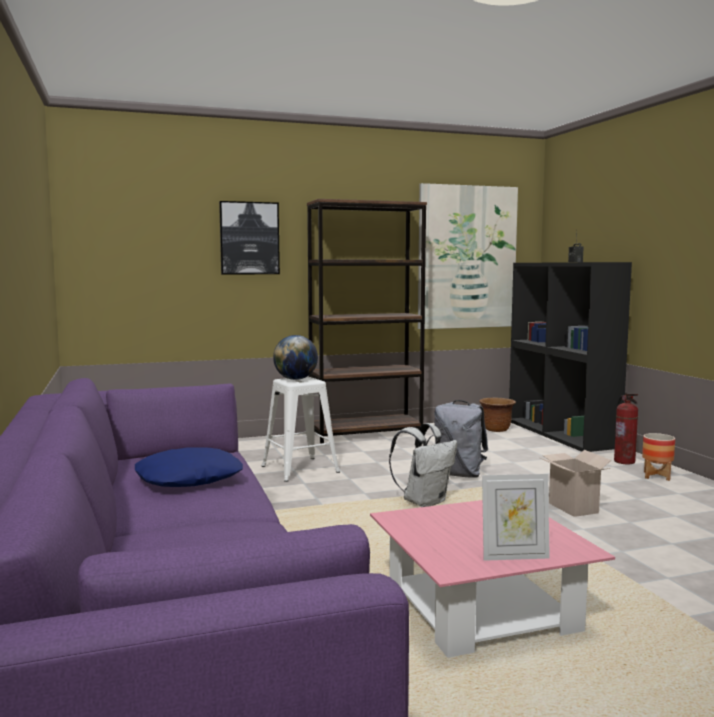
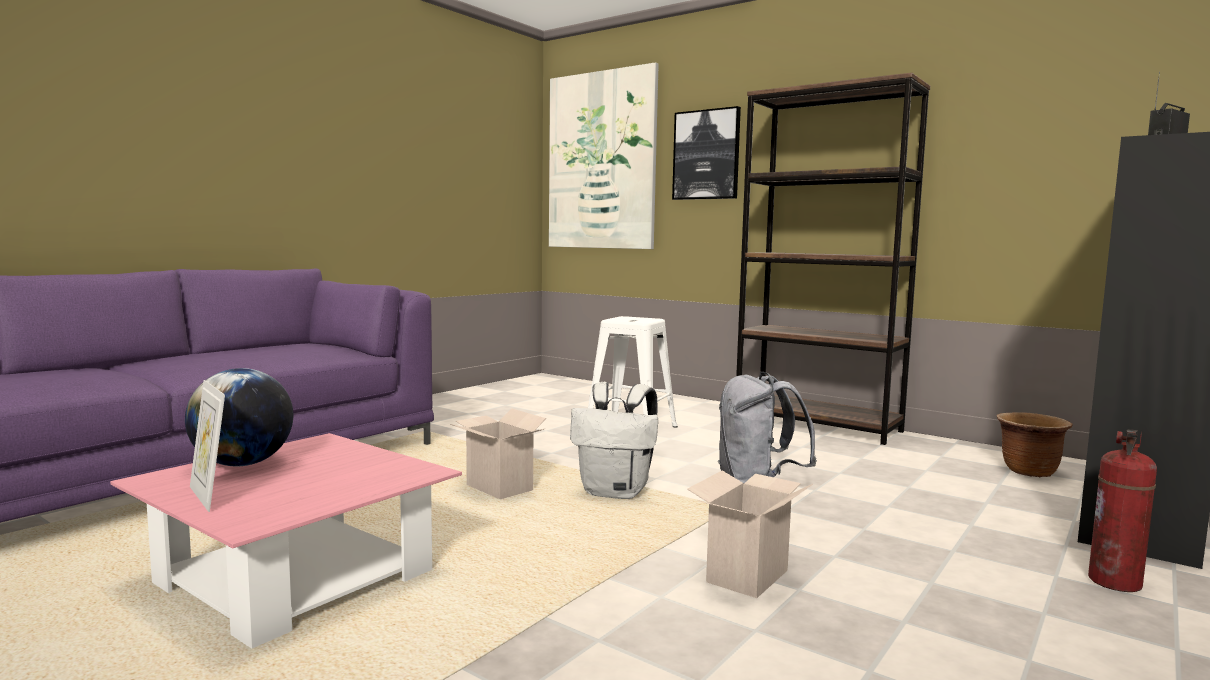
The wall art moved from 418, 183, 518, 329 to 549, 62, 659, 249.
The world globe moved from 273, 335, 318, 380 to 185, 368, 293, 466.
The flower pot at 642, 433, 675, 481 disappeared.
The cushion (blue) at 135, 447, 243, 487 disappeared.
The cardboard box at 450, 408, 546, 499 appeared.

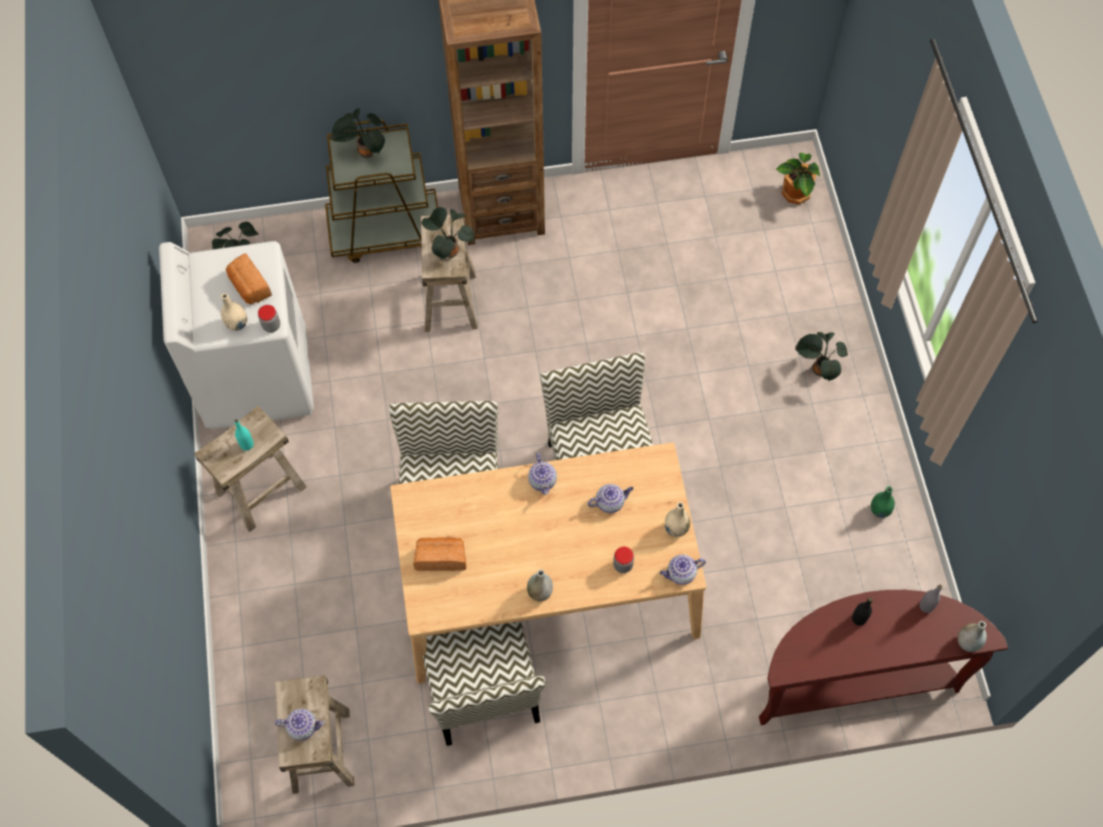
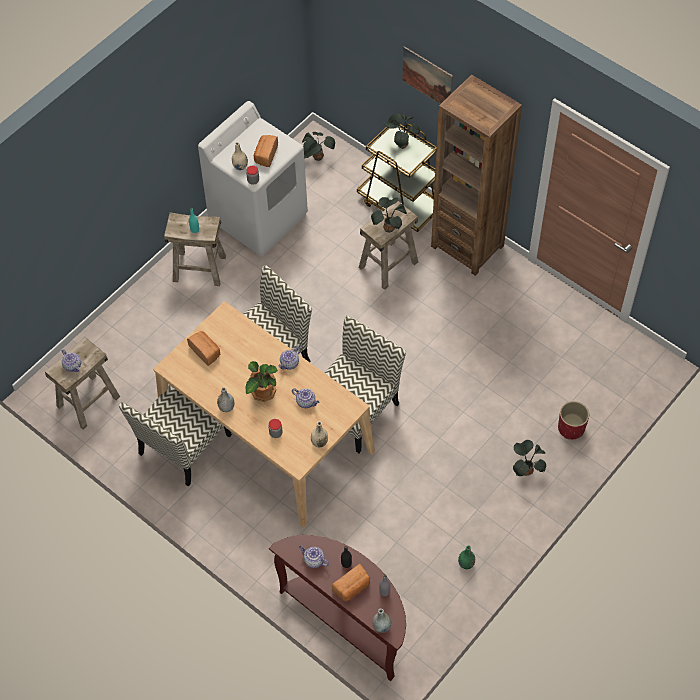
The potted plant moved from 776, 152, 820, 205 to 245, 361, 278, 402.
The teapot moved from 660, 555, 706, 585 to 299, 546, 329, 568.
The wall art at 403, 46, 453, 104 appeared.
The flower pot (reddish) at 558, 401, 589, 440 appeared.
The baked bread at 332, 564, 370, 601 appeared.

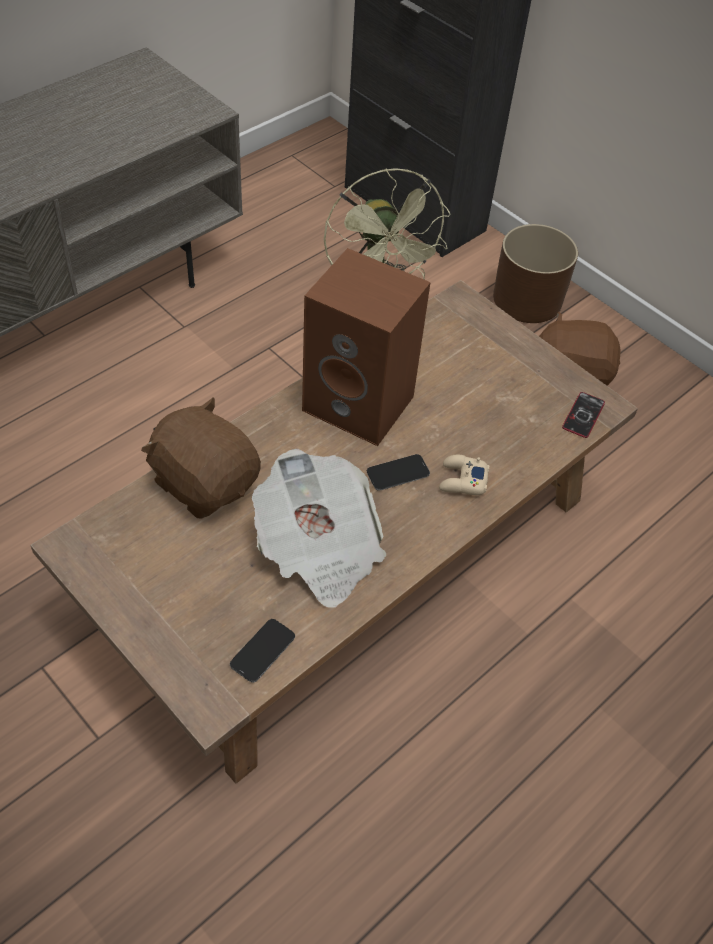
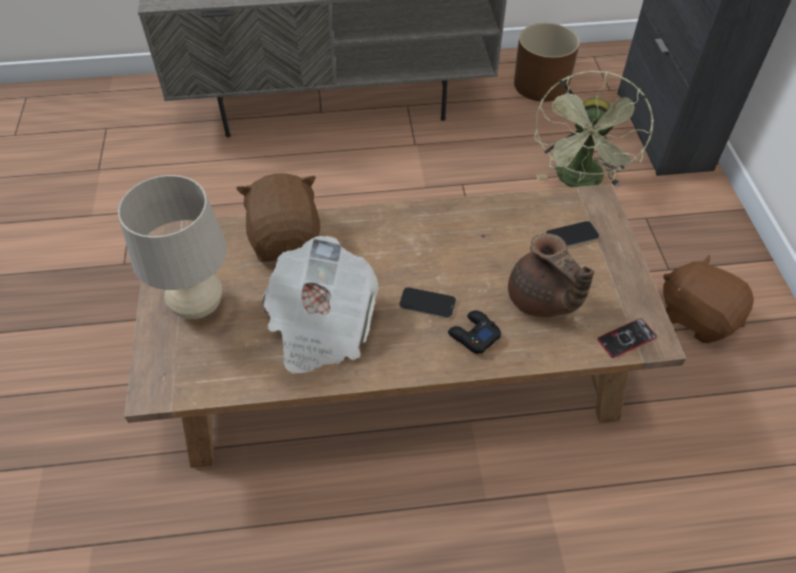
The flower pot (brownish) moved from 493, 224, 578, 323 to 514, 23, 580, 102.
The audio speaker (brownish) at 302, 248, 431, 446 disappeared.
The game controller (beige) at 439, 455, 490, 495 became the game controller (black-coloured) at 448, 310, 501, 354.
The telephone moved from 230, 619, 295, 683 to 546, 221, 599, 247.
The lamp for a table (beige) at 118, 175, 227, 319 appeared.
The teapot (brownish) at 508, 233, 594, 318 appeared.

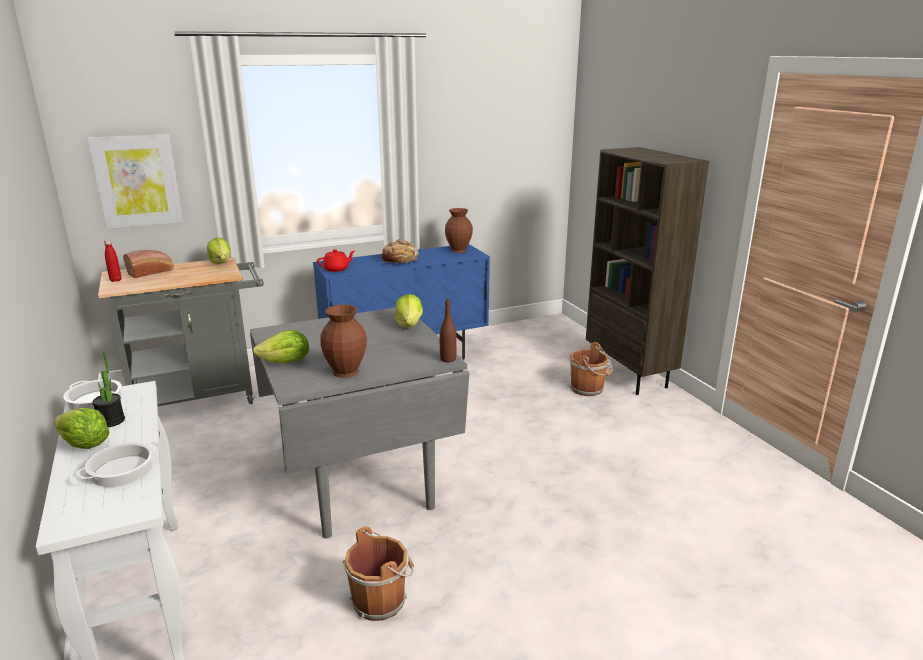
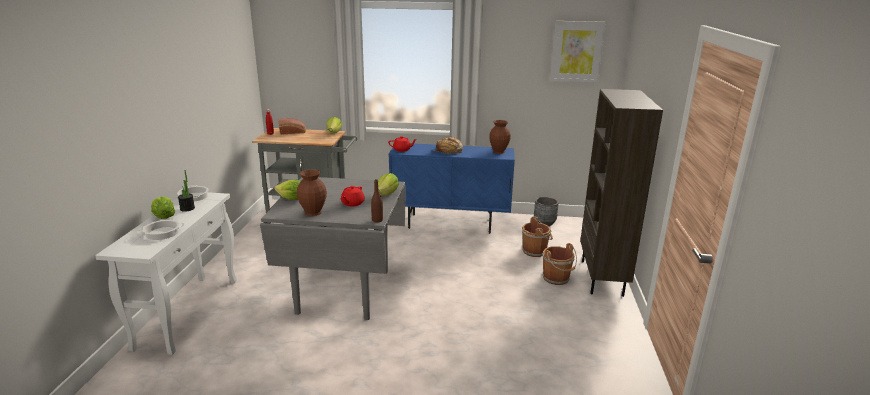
The wall art moved from 88, 134, 183, 229 to 550, 21, 606, 83.
The bucket (brownish) moved from 343, 526, 414, 621 to 522, 217, 553, 257.
The teapot (reddish) at 341, 186, 365, 206 appeared.
The flower pot (greyish) at 534, 197, 559, 226 appeared.

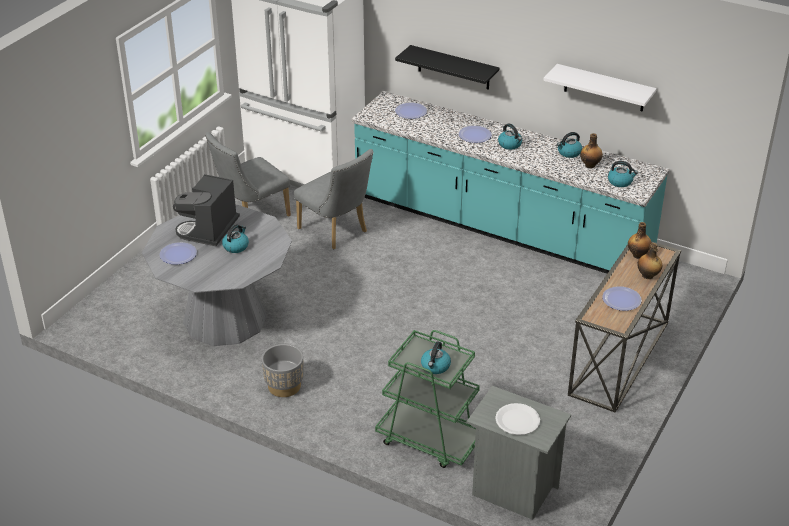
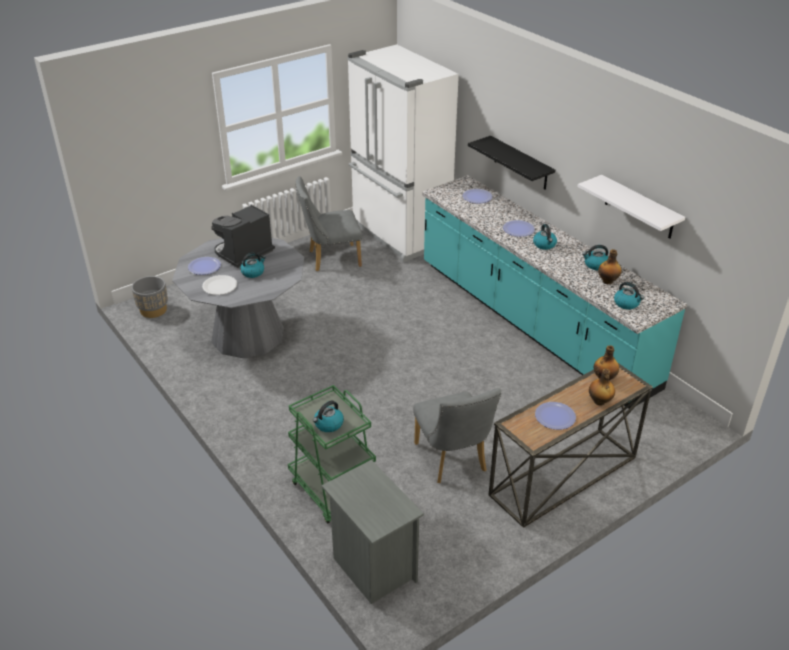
The plain chair (greyish) moved from 294, 149, 374, 249 to 413, 388, 502, 483.
The flower pot (greyish) moved from 262, 344, 304, 397 to 132, 276, 168, 318.
The flat dish (white) moved from 495, 403, 540, 435 to 202, 275, 237, 295.

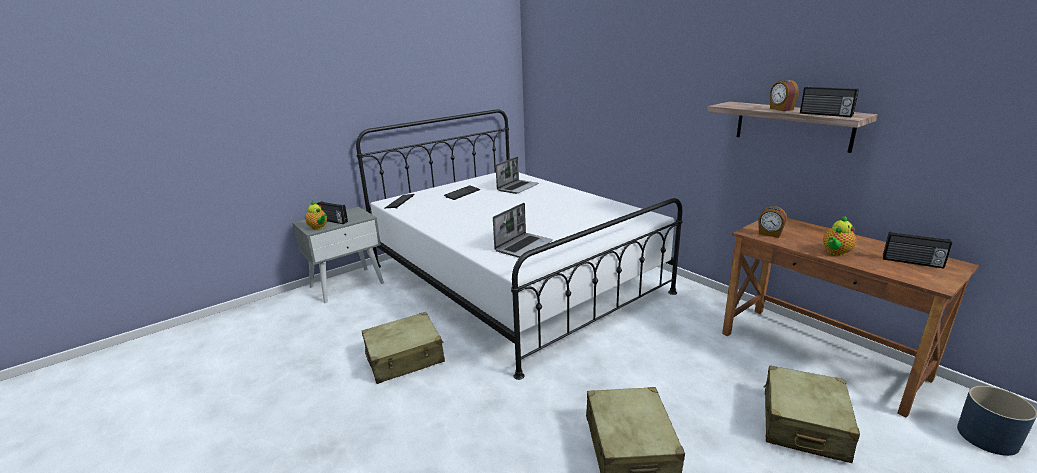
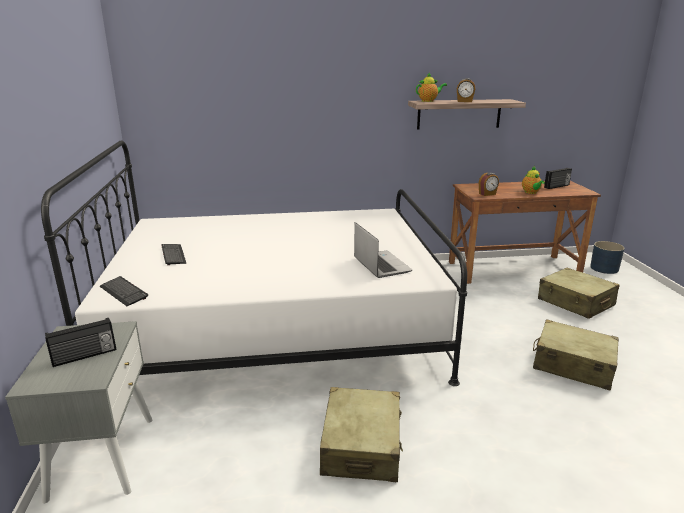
The radio set at 800, 87, 859, 117 disappeared.
The laptop at 496, 157, 539, 194 disappeared.
The teapot moved from 305, 201, 327, 229 to 416, 73, 447, 102.

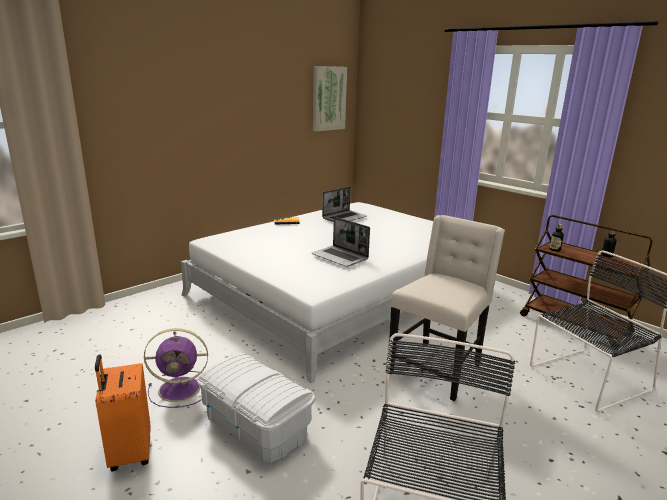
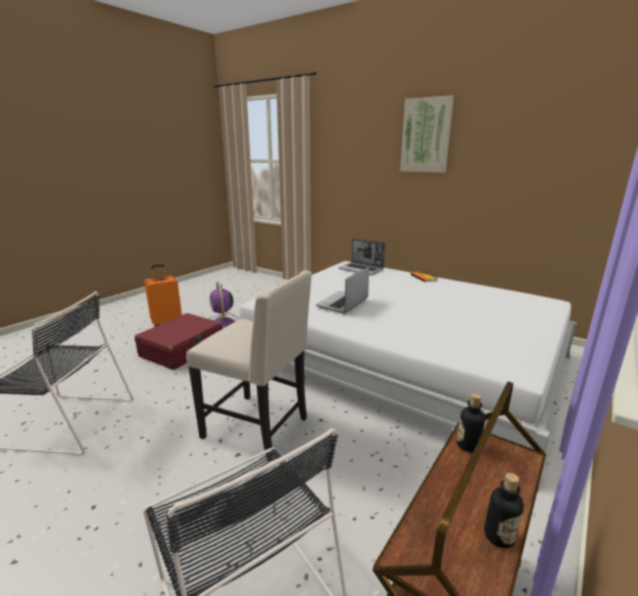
The wall art moved from 313, 66, 347, 132 to 400, 95, 454, 173.
The laptop moved from 322, 187, 367, 222 to 338, 238, 385, 275.
The storage bin (white) at 197, 353, 315, 463 was replaced by the piece of luggage (reddish) at 135, 313, 222, 370.

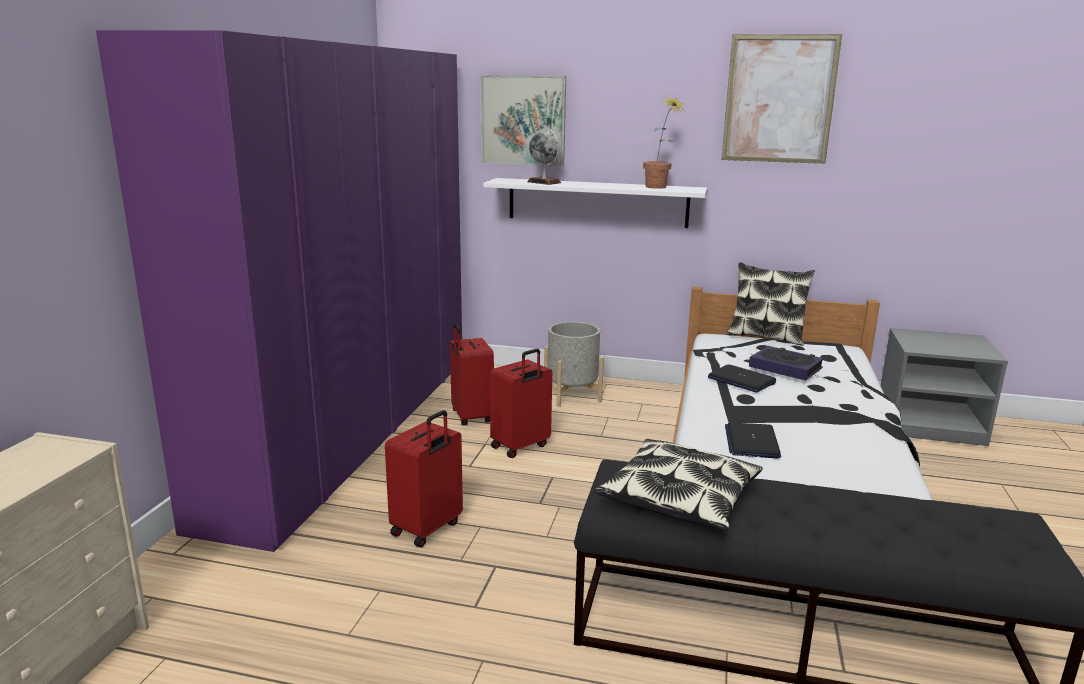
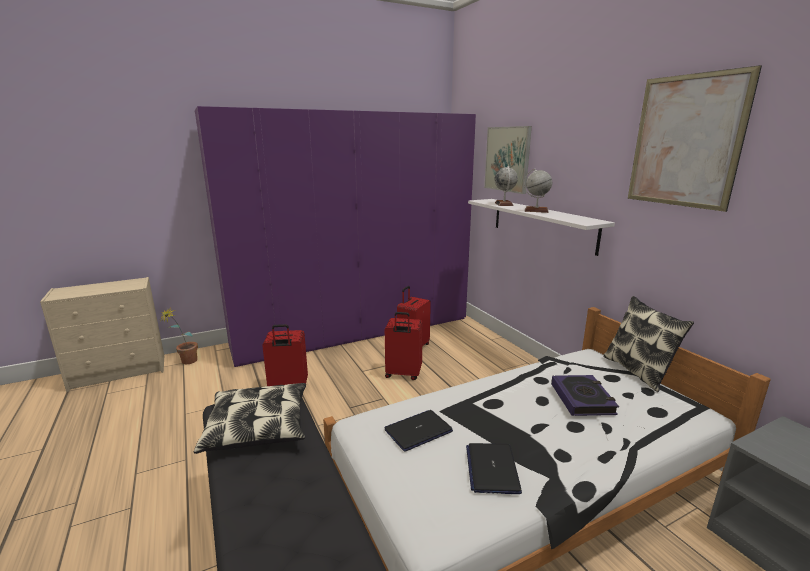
The potted plant moved from 643, 96, 685, 189 to 160, 307, 198, 364.
The flower pot (greyish) at 544, 322, 604, 407 disappeared.
The laptop moved from 708, 365, 776, 393 to 466, 443, 522, 494.
The world globe at 524, 169, 552, 213 appeared.

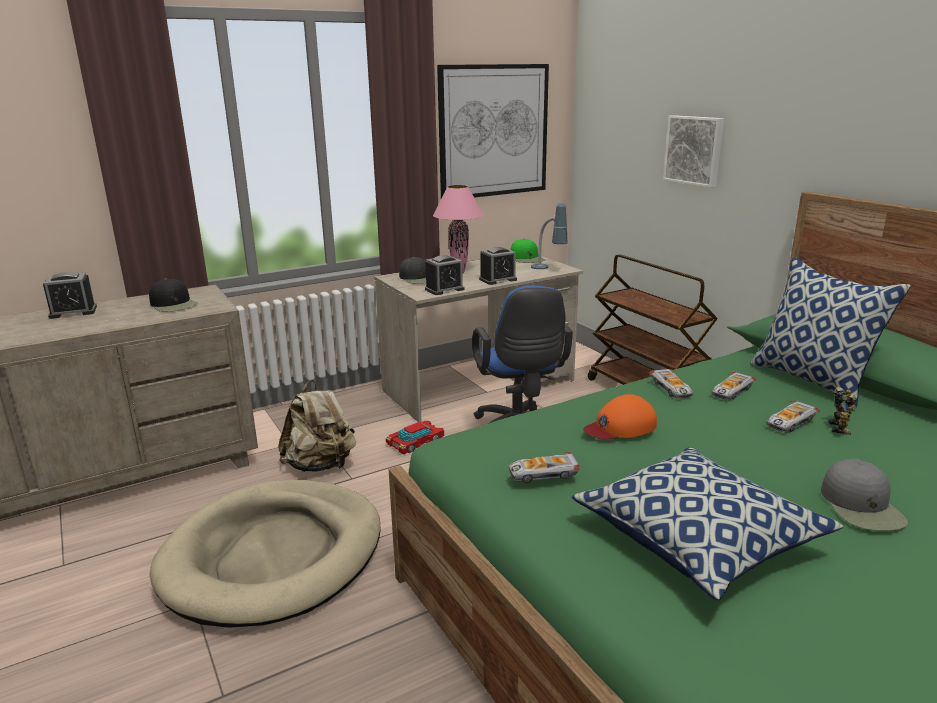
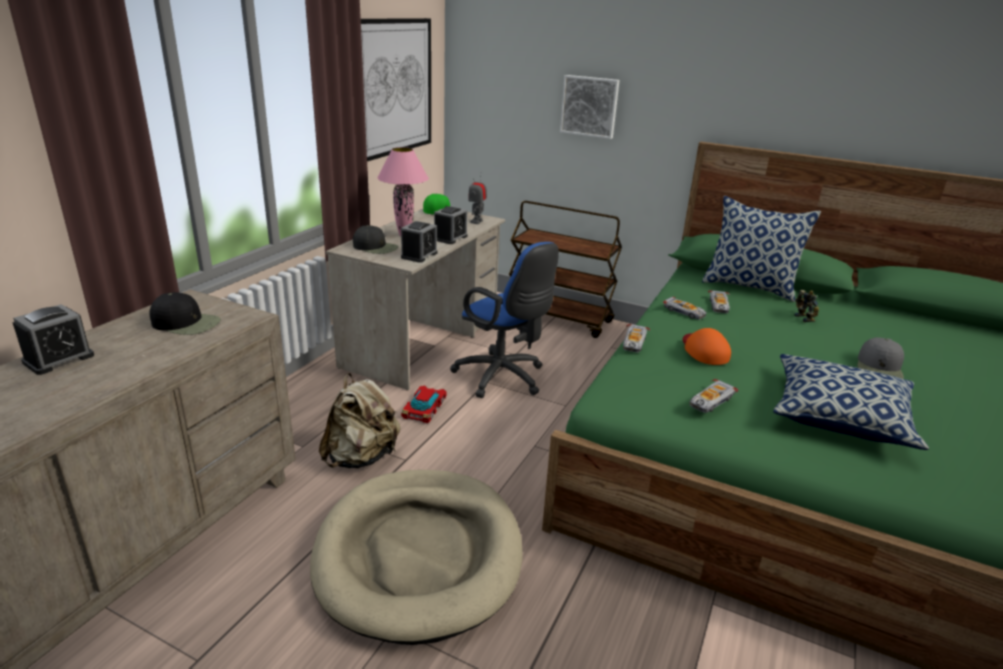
The lamp for a table at 531, 203, 568, 269 was replaced by the robot figure at 469, 172, 487, 224.
The baseball cap (orange) at 583, 394, 657, 439 turned 135 degrees clockwise.
The model car moved from 766, 400, 820, 433 to 623, 324, 650, 352.
The baseball cap (greyish) at 821, 459, 908, 531 turned 60 degrees clockwise.

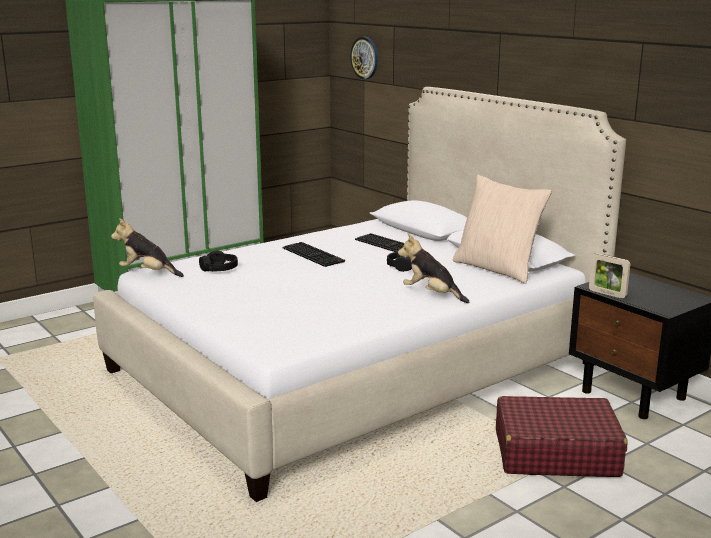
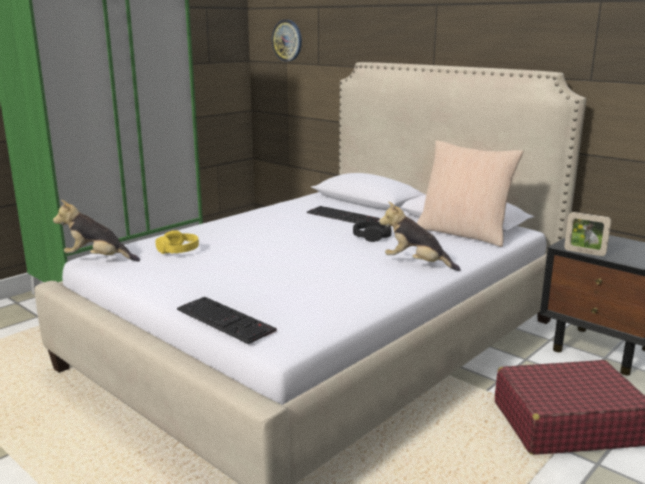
The PC keyboard moved from 283, 242, 345, 267 to 177, 297, 277, 344.
The headphones (black-coloured) at 199, 251, 238, 272 became the headphones (yellowish) at 155, 230, 199, 254.

